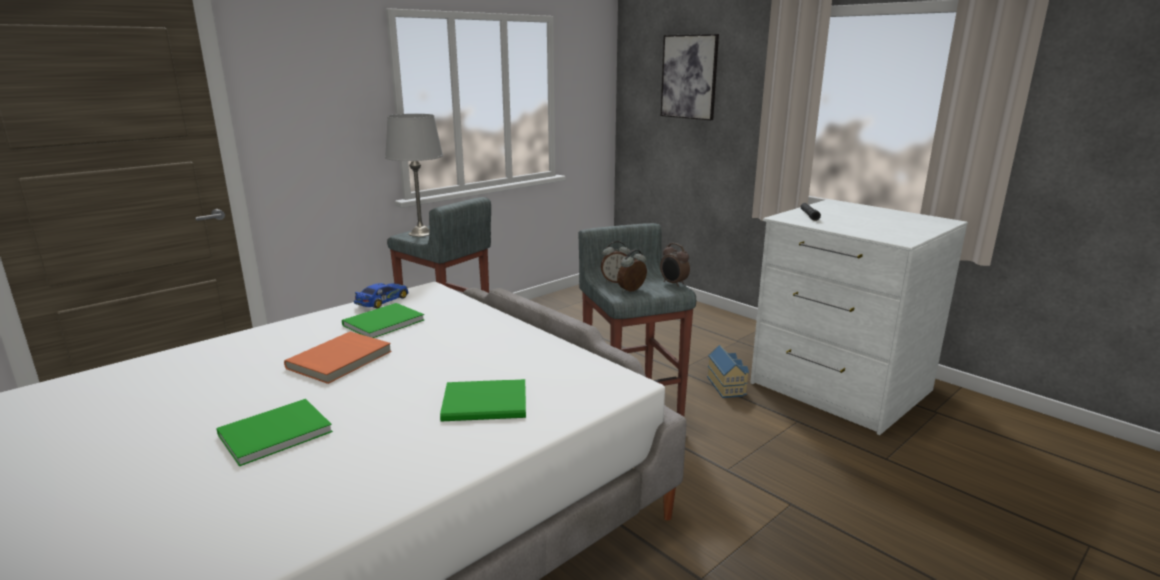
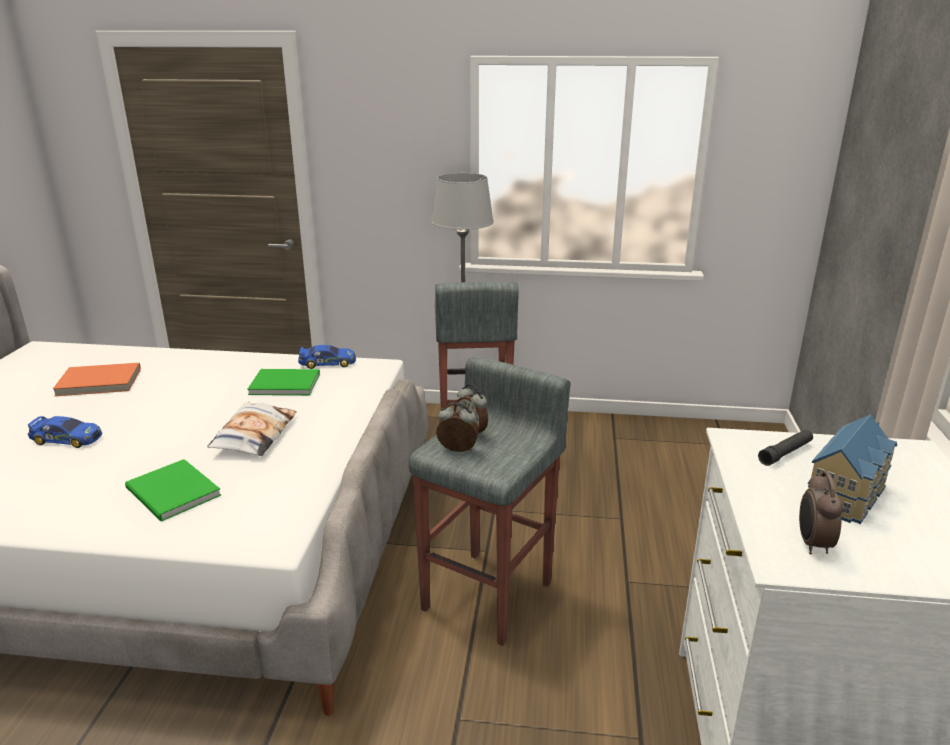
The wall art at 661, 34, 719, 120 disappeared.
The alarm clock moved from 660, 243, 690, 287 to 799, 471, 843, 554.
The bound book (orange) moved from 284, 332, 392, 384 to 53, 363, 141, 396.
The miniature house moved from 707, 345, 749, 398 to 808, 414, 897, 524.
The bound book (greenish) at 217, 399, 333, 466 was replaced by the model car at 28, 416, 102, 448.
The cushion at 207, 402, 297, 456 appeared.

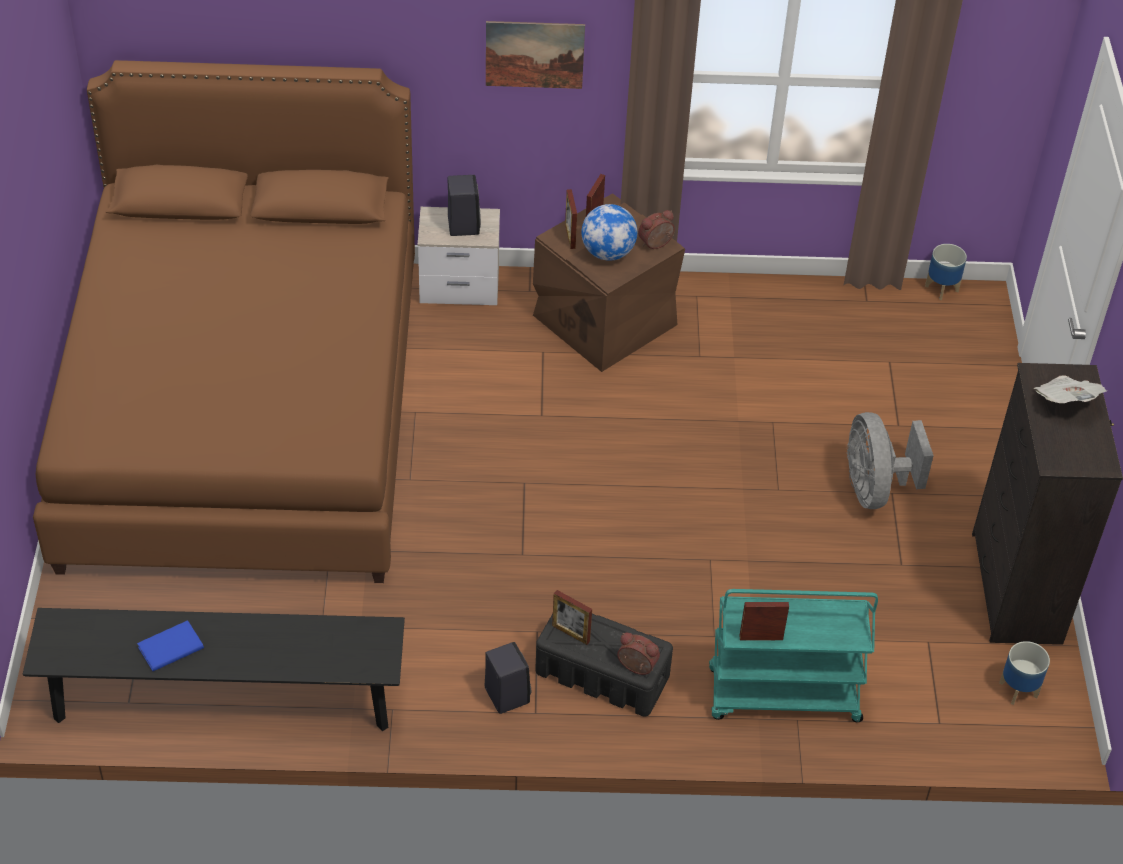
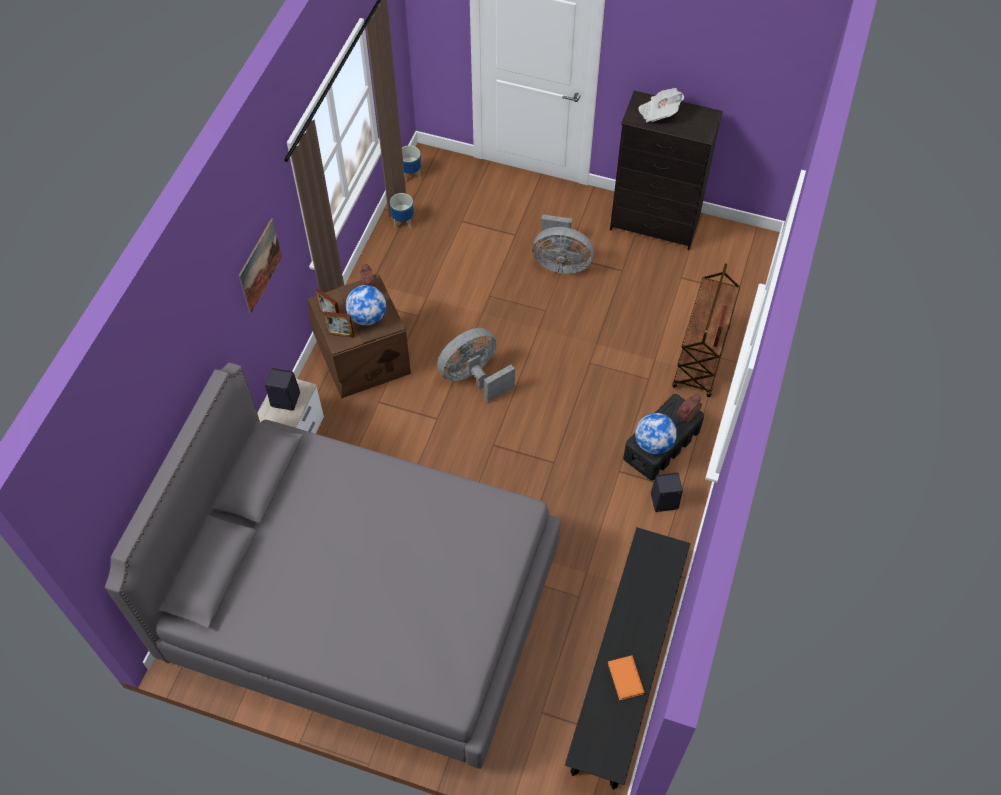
The sleeping bed (brownish) at 33, 60, 415, 583 became the sleeping bed (greyish) at 105, 363, 561, 768.
The cart (blue-green) at 709, 589, 878, 722 became the cart (brownish) at 672, 263, 740, 397.
The photo frame at 552, 590, 592, 645 was replaced by the world globe at 635, 413, 677, 454.
The bound book (blue) at 137, 620, 204, 671 became the bound book (orange) at 608, 655, 645, 700.
The flower pot moved from 999, 641, 1050, 705 to 390, 193, 414, 229.
The cooling fan (greyish) at 437, 328, 515, 402 appeared.

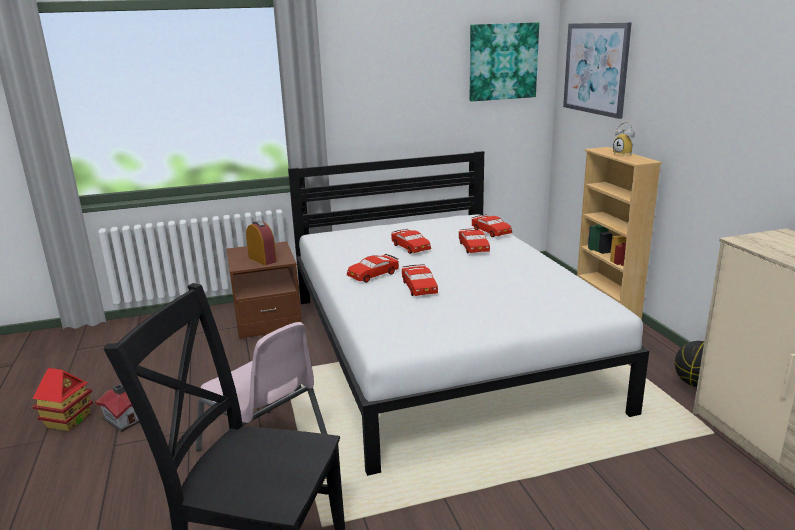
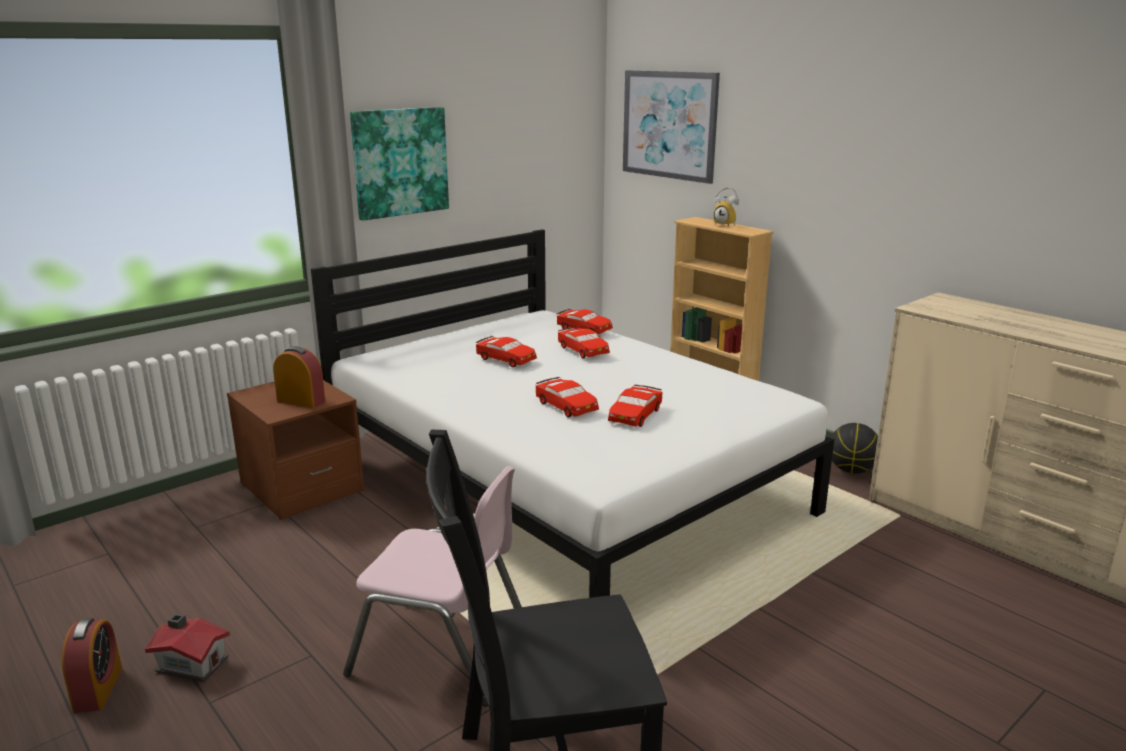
The wall art moved from 470, 22, 539, 101 to 350, 107, 449, 221.
The model car (reddish) moved from 347, 254, 399, 283 to 608, 385, 662, 427.
The miniature house at 32, 368, 93, 431 was replaced by the alarm clock at 62, 618, 122, 713.

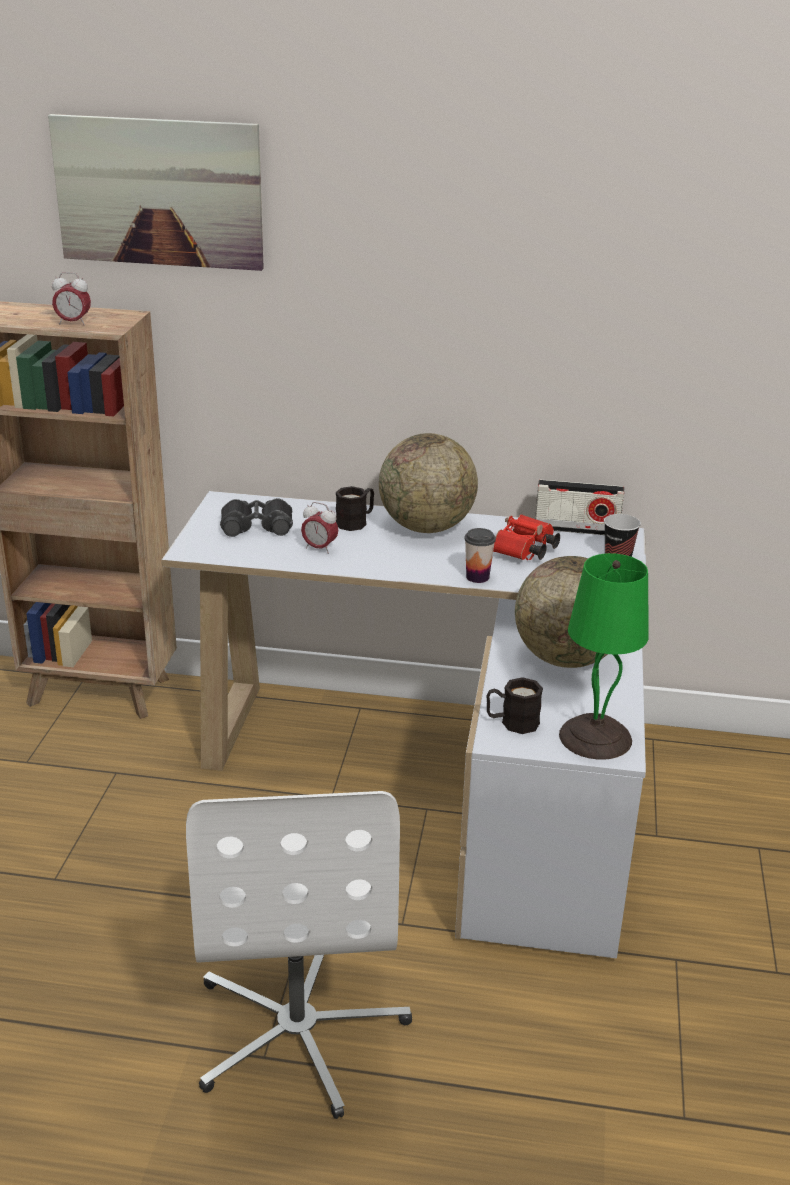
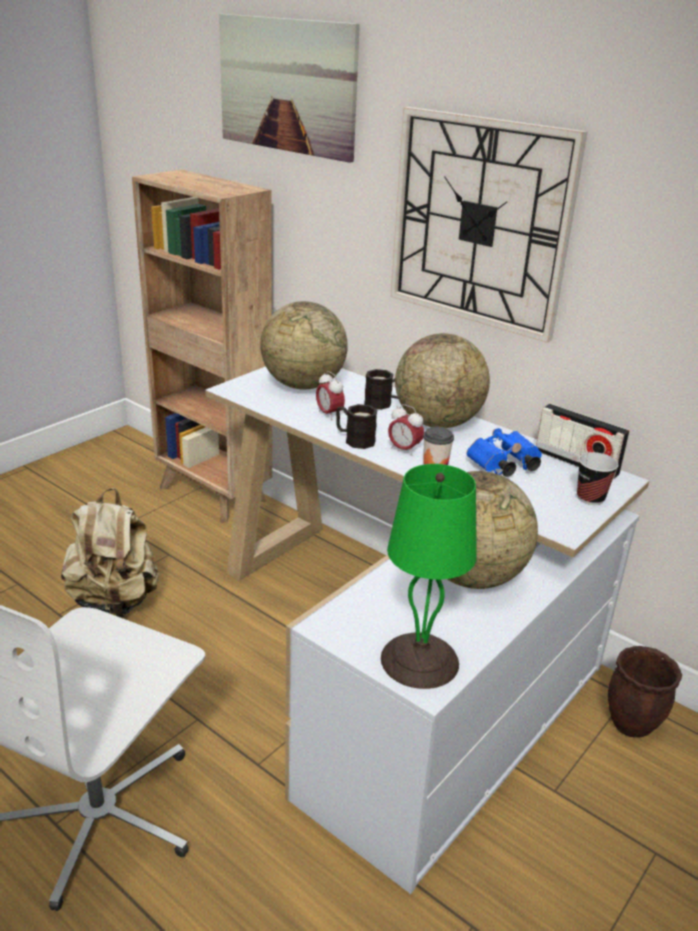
The alarm clock moved from 52, 272, 91, 326 to 388, 404, 424, 456.
The binoculars (black-coloured) at 220, 498, 293, 537 was replaced by the world globe at 260, 301, 348, 389.
The binoculars (reddish) at 493, 514, 560, 560 became the binoculars (blue) at 467, 428, 542, 477.
The tea mug (black-coloured) moved from 487, 677, 543, 734 to 336, 404, 377, 449.
The wall clock at 390, 107, 588, 343 appeared.
The knapsack (beige) at 61, 488, 159, 617 appeared.
The flower pot (brownish) at 608, 646, 682, 738 appeared.

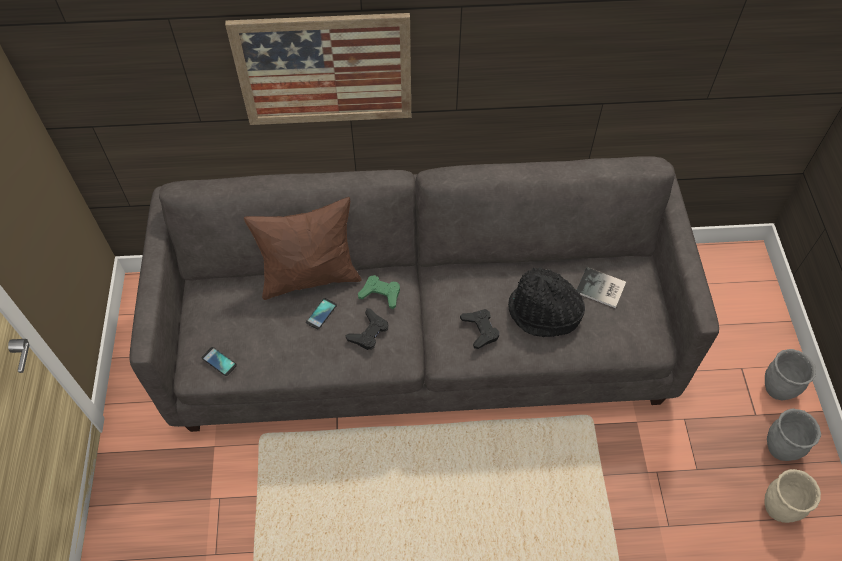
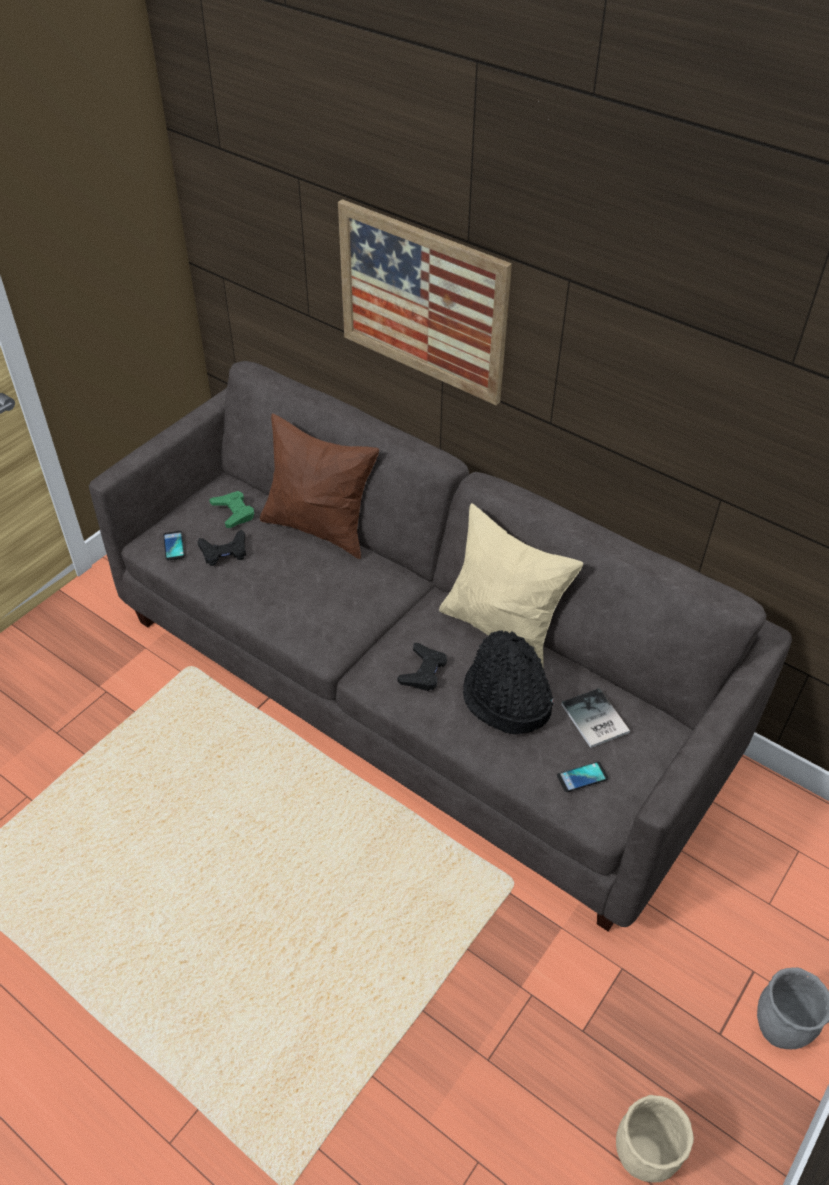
The game controller (greenish) moved from 358, 275, 400, 309 to 209, 491, 254, 528.
The telephone moved from 306, 298, 337, 329 to 557, 762, 608, 792.
The game controller (black-coloured) moved from 346, 308, 389, 350 to 197, 530, 246, 566.
The flower pot (greyish) at 767, 409, 821, 461 disappeared.
The cushion (beige) at 439, 503, 583, 667 appeared.

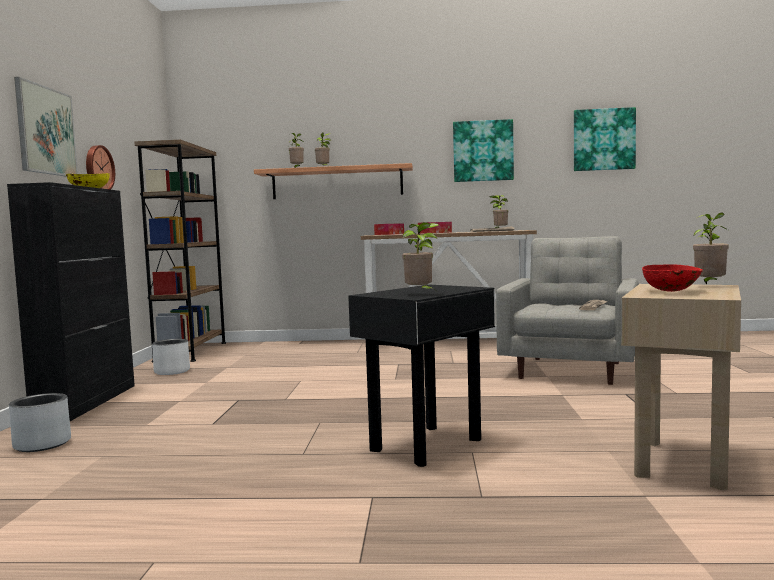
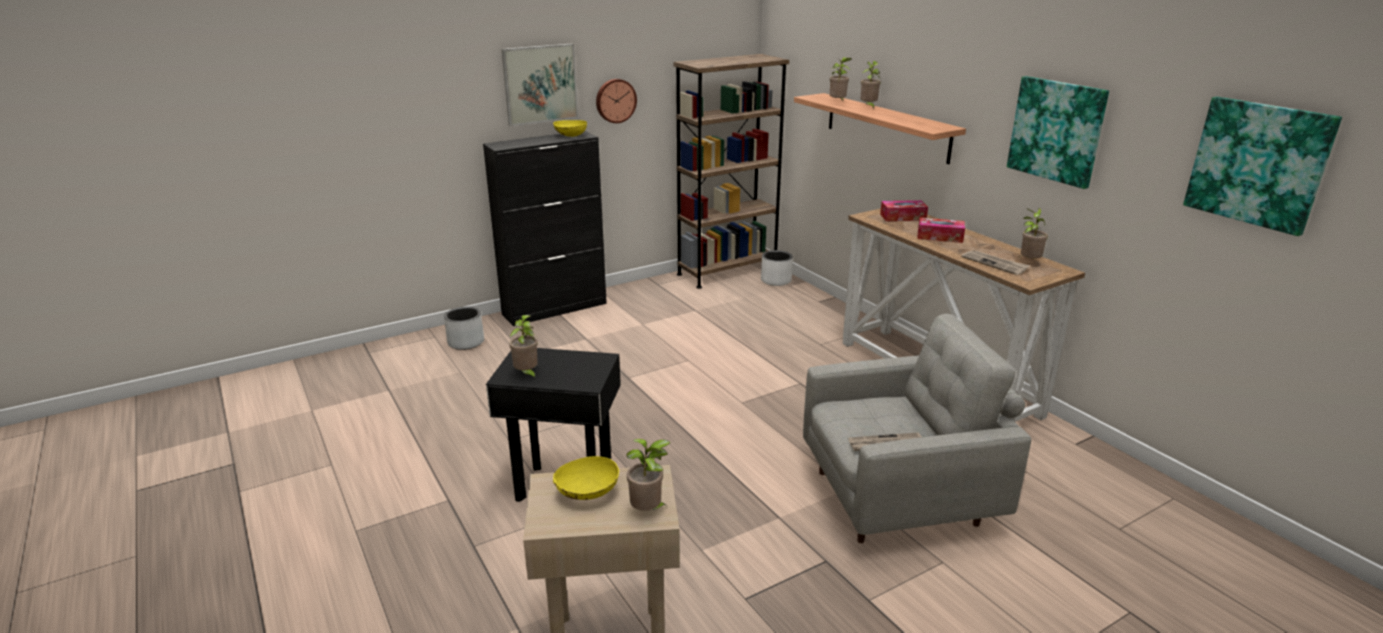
The deep dish (reddish) at 642, 264, 703, 292 became the deep dish (yellowish) at 553, 456, 619, 500.
The flower pot (white) moved from 152, 339, 190, 375 to 761, 250, 793, 286.

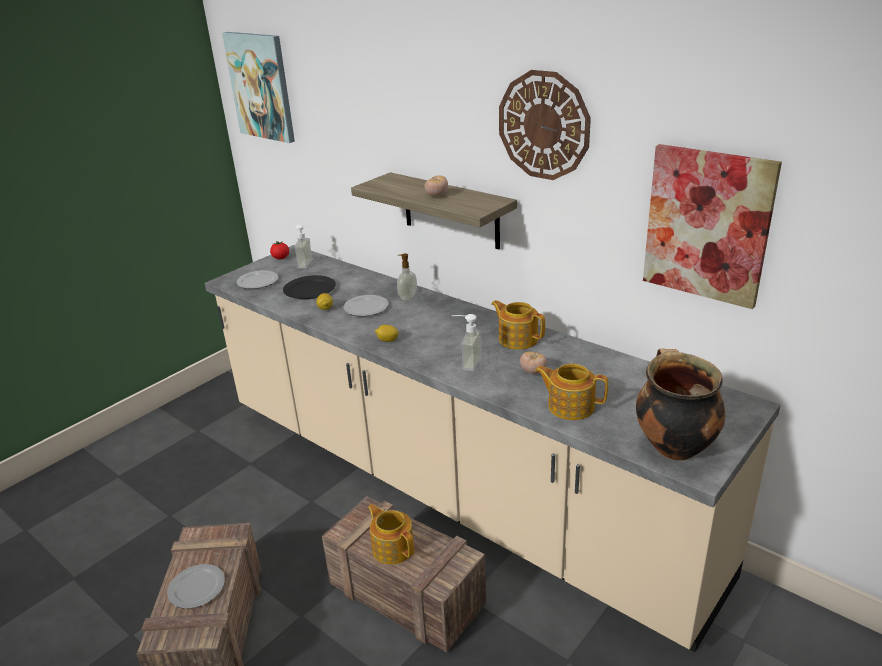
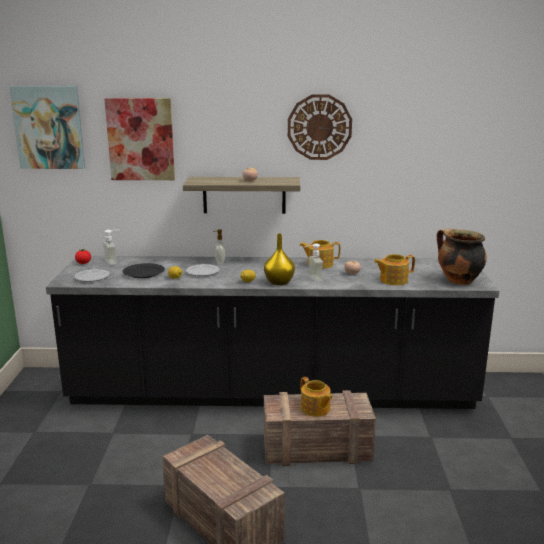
The wall art moved from 643, 144, 782, 309 to 105, 98, 175, 180.
The counter (beige) at 205, 245, 780, 652 became the counter (black-coloured) at 46, 256, 499, 409.
The teapot at 368, 504, 414, 564 turned 135 degrees counterclockwise.
The flat dish at 167, 564, 225, 609 disappeared.
The decorative vase (yellowish) at 264, 234, 295, 285 appeared.

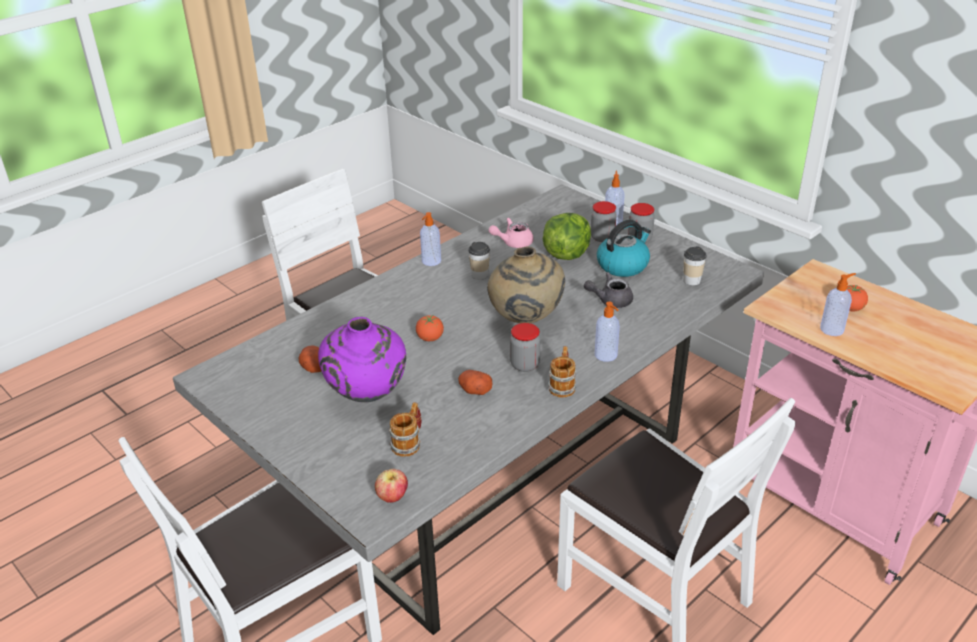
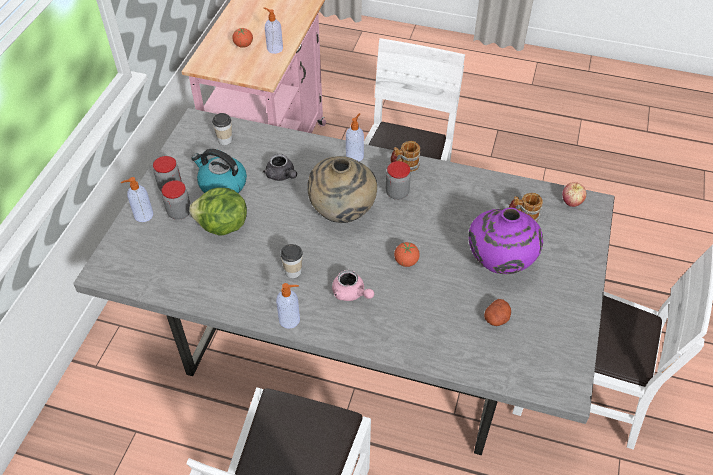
The teapot (pink-coloured) moved from 489, 218, 534, 248 to 332, 270, 374, 301.
The spud at 458, 370, 492, 395 disappeared.

